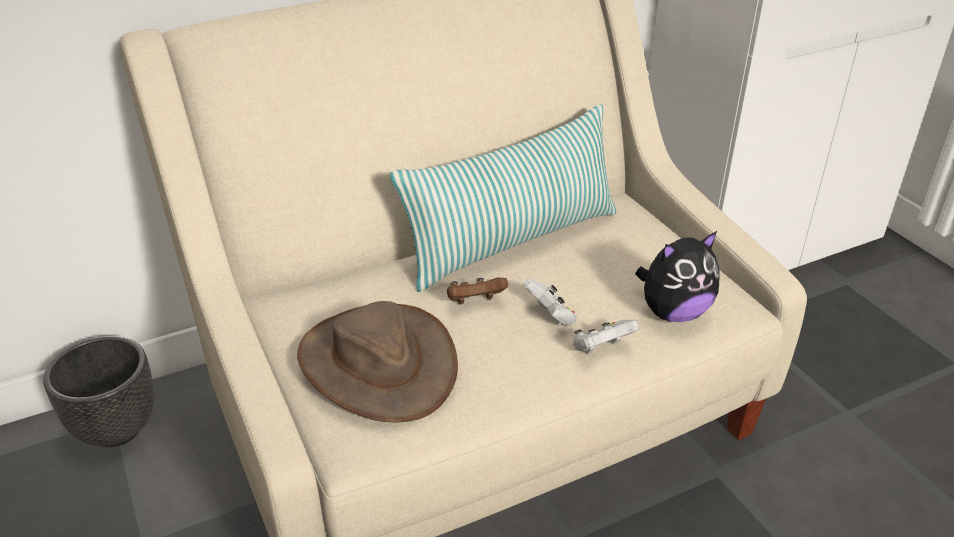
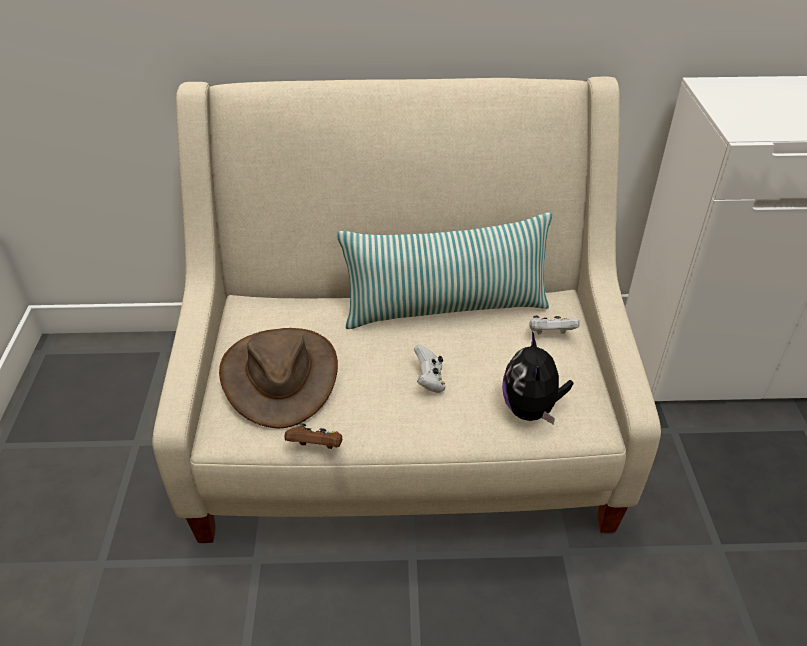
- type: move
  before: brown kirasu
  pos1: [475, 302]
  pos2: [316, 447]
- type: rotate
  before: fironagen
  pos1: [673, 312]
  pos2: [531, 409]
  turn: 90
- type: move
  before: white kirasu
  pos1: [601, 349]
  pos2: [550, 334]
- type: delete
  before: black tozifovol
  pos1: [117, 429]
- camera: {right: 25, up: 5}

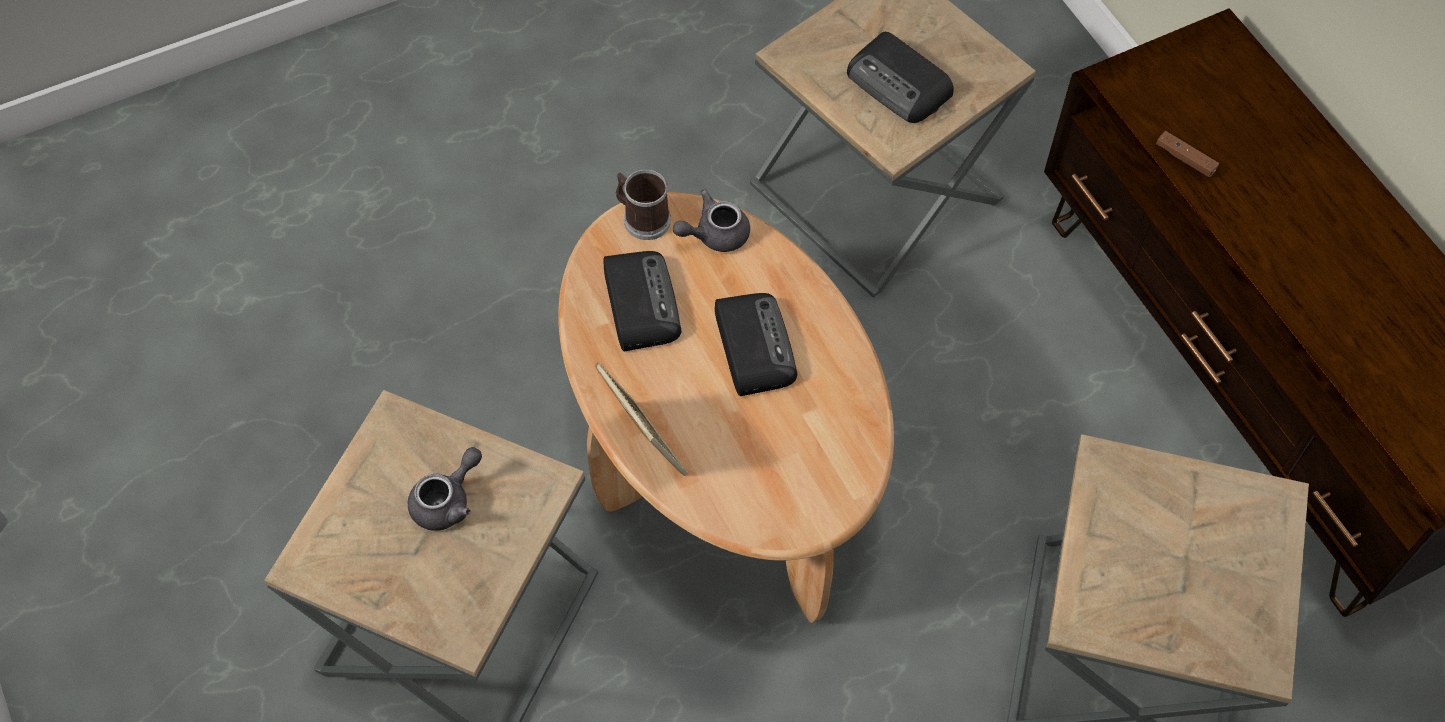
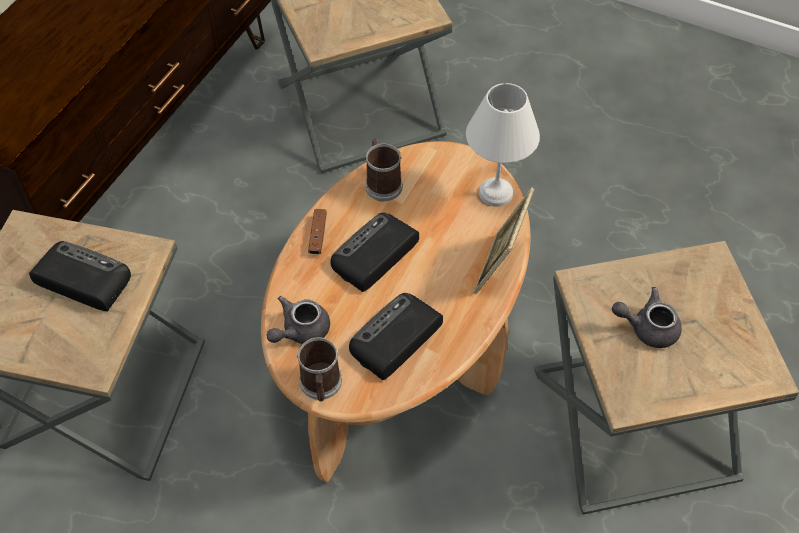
- type: rotate
  before: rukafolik
  pos1: [900, 85]
  pos2: [81, 279]
  turn: -75
- type: rotate
  before: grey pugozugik
  pos1: [714, 234]
  pos2: [300, 331]
  turn: 105
- type: move
  before: brown kirasu
  pos1: [1185, 159]
  pos2: [318, 235]
- type: insert
  after: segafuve
  pos2: [382, 183]
- type: insert
  after: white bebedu
  pos2: [495, 194]
- camera: {right: -125, up: -5}

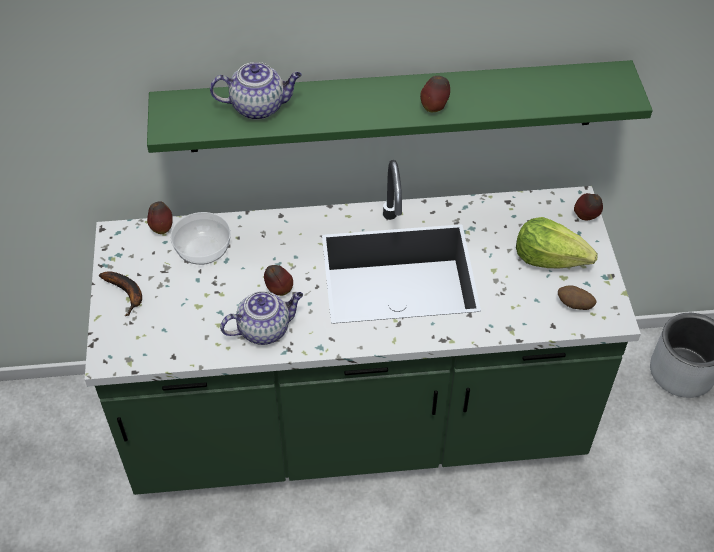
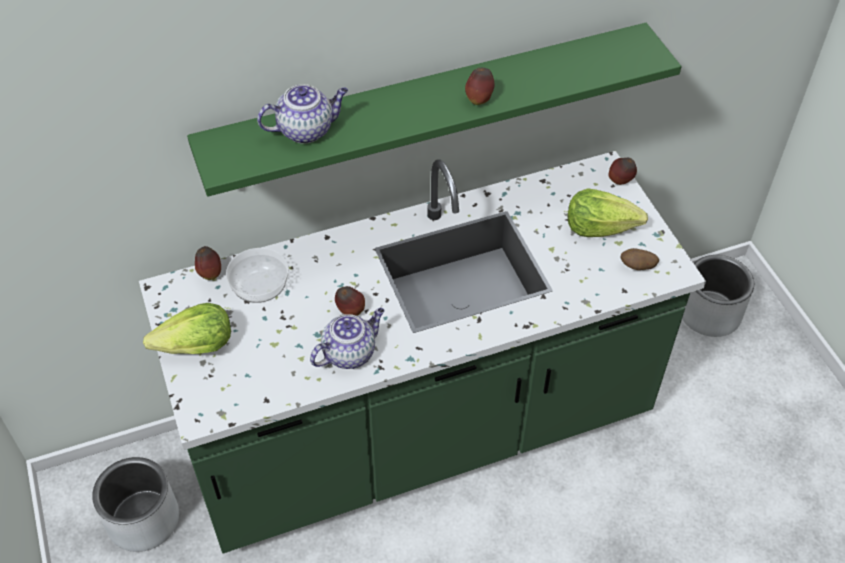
- type: insert
  after: grey tozifovol
  pos2: [143, 520]
- type: replace
  before: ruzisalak
  after: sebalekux
  pos1: [127, 293]
  pos2: [196, 347]
- camera: {right: -15, up: 0}

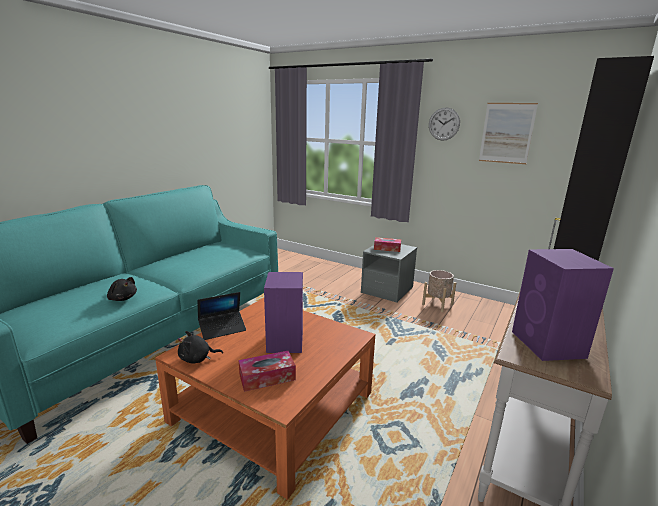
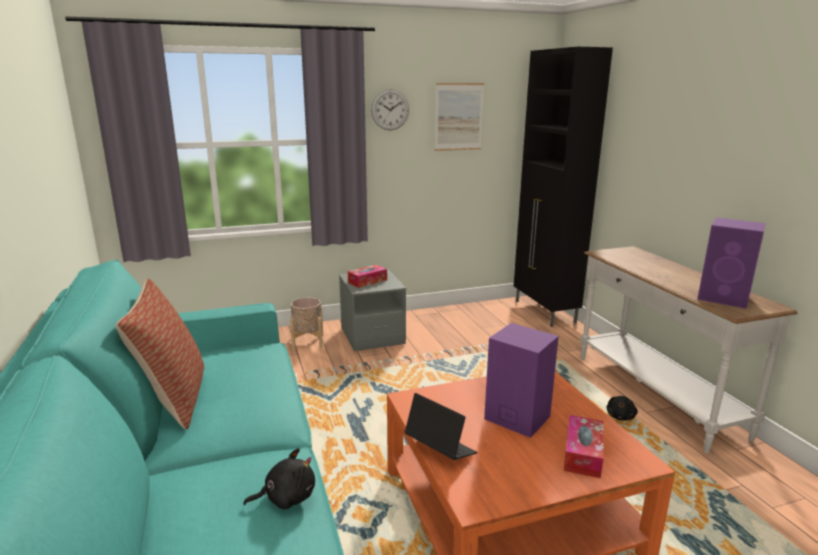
- type: insert
  after: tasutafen
  pos2: [174, 398]
- type: move
  before: beige tozifovol
  pos1: [437, 304]
  pos2: [308, 341]
- type: rotate
  before: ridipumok
  pos1: [222, 329]
  pos2: [440, 449]
  turn: -60
- type: move
  before: black fironagen
  pos1: [197, 359]
  pos2: [620, 416]
- camera: {right: -50, up: 0}

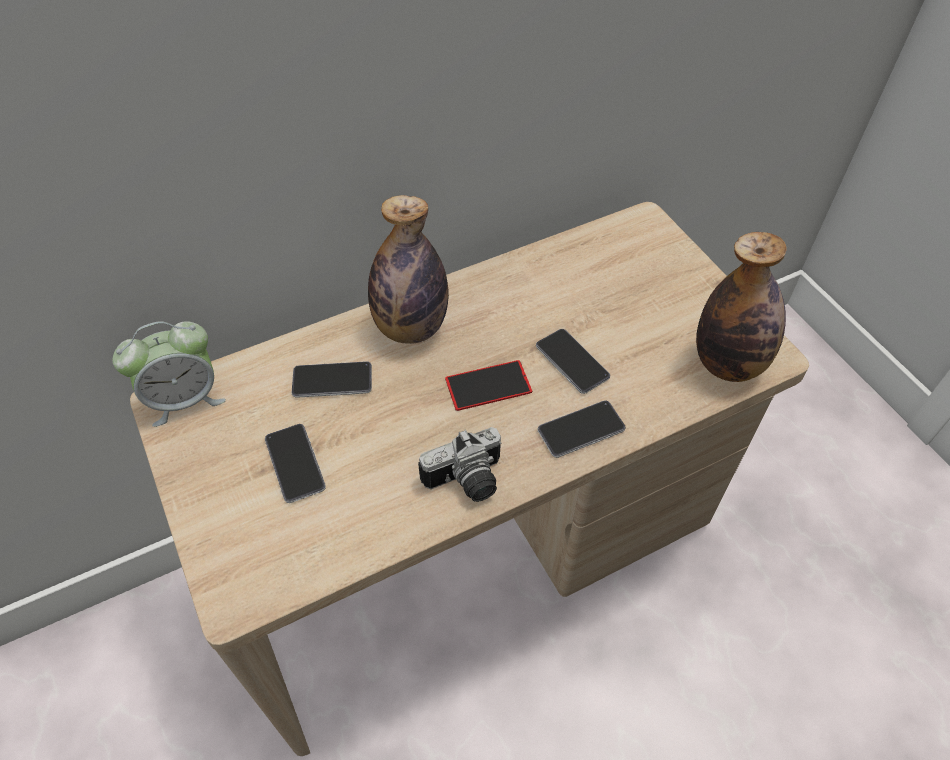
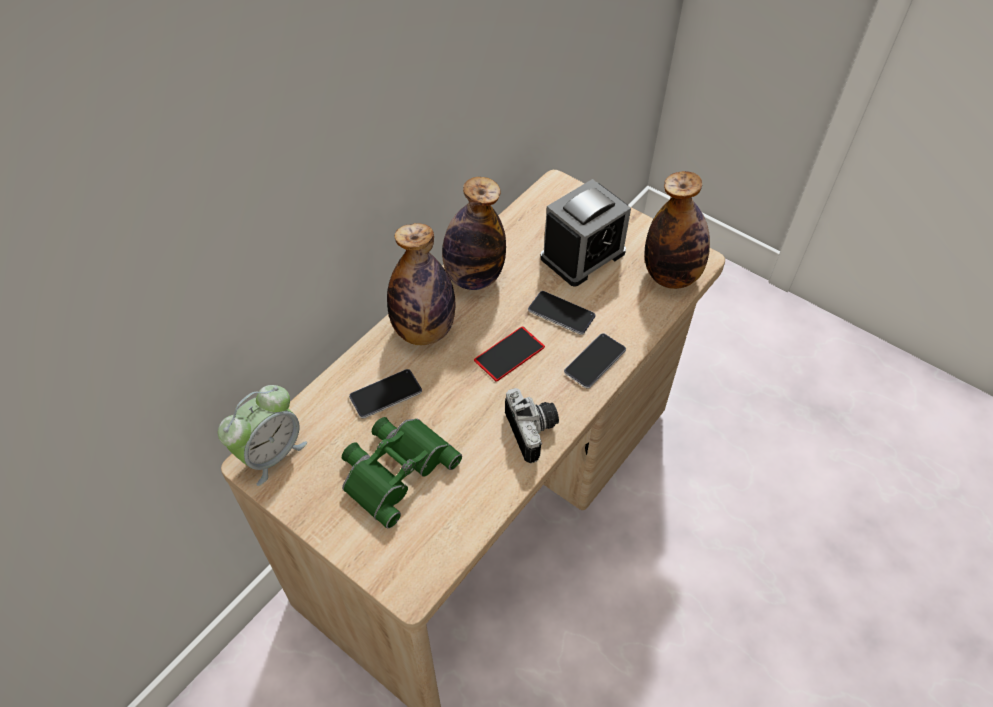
- type: replace
  before: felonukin
  after: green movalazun
  pos1: [295, 463]
  pos2: [395, 468]
- type: insert
  after: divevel
  pos2: [473, 277]
- type: rotate
  before: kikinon
  pos1: [467, 482]
  pos2: [534, 431]
  turn: -60
- type: insert
  after: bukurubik
  pos2: [582, 255]
- camera: {right: -25, up: 0}

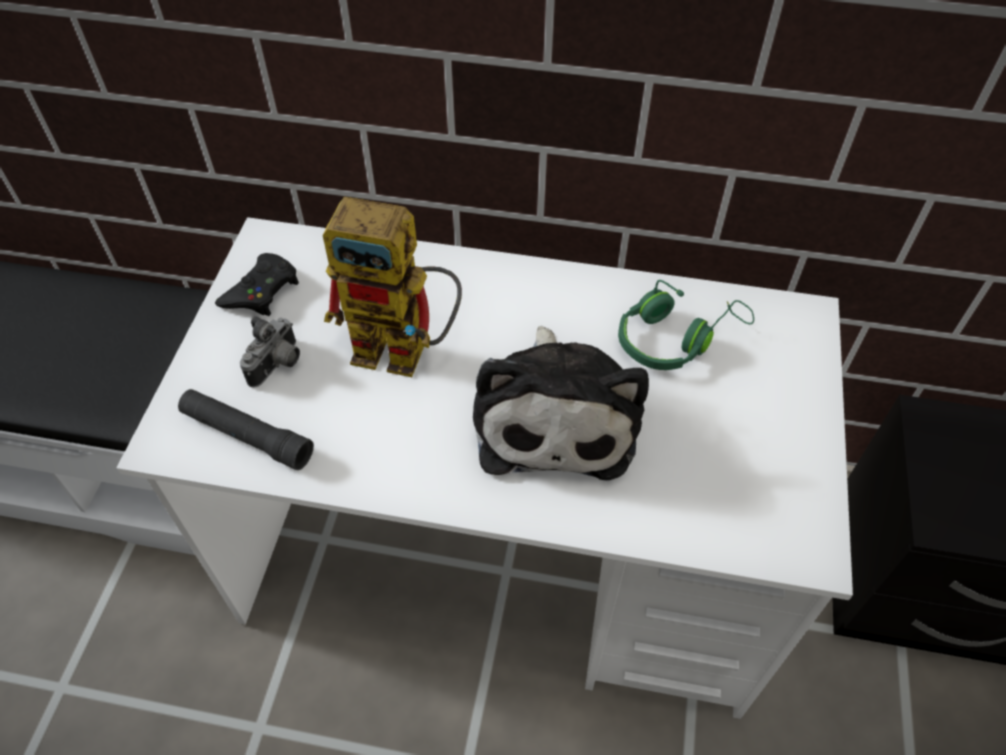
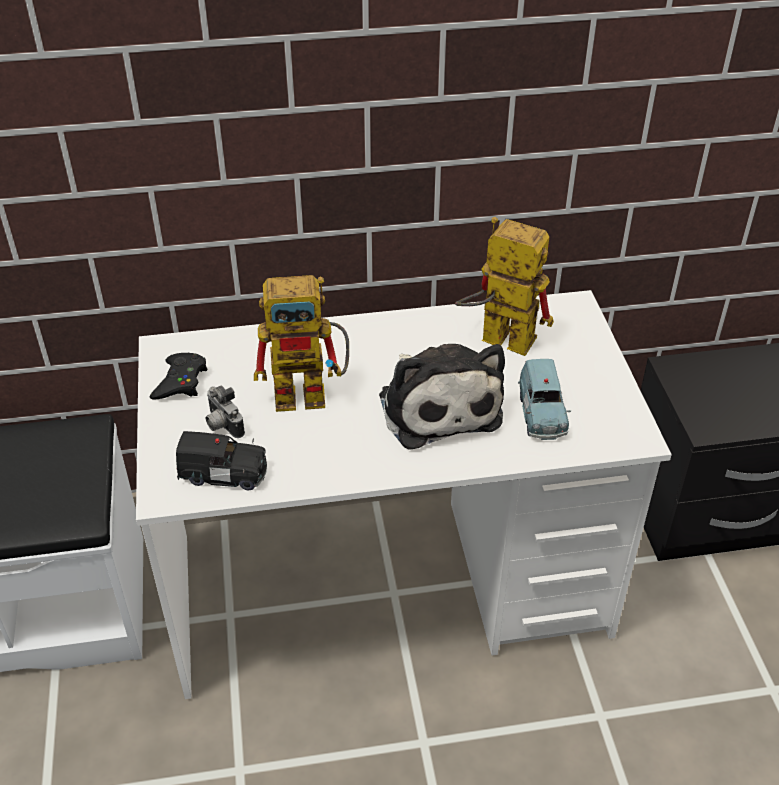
- type: replace
  before: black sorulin
  after: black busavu
  pos1: [247, 436]
  pos2: [224, 474]
- type: rotate
  before: kikinon
  pos1: [278, 365]
  pos2: [222, 425]
  turn: 135
- type: replace
  before: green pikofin
  after: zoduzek
  pos1: [675, 338]
  pos2: [495, 339]
- type: insert
  after: blue busavu
  pos2: [541, 414]
- camera: {right: -20, up: -10}

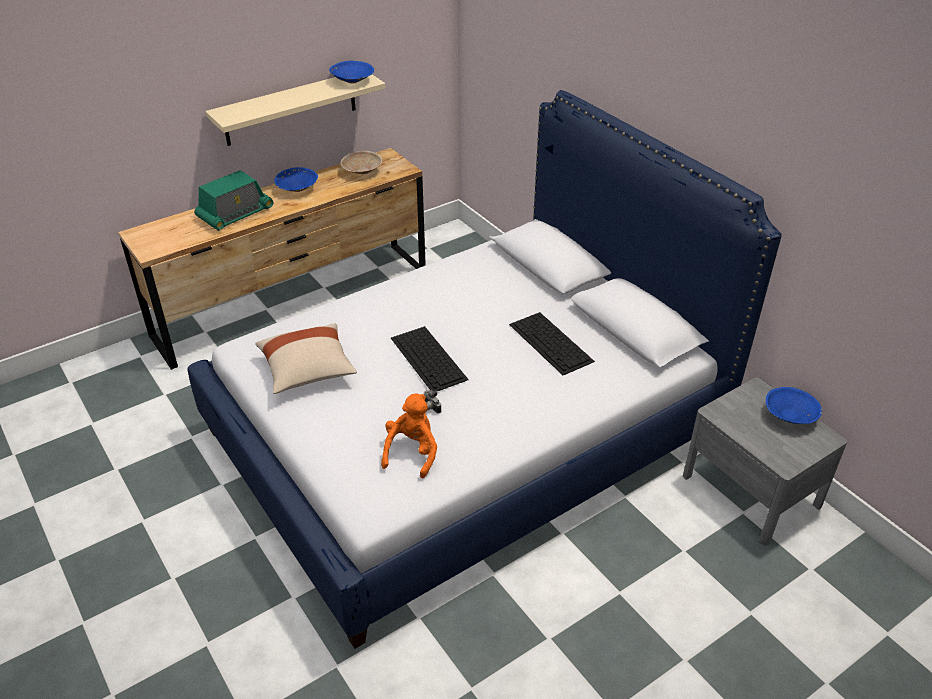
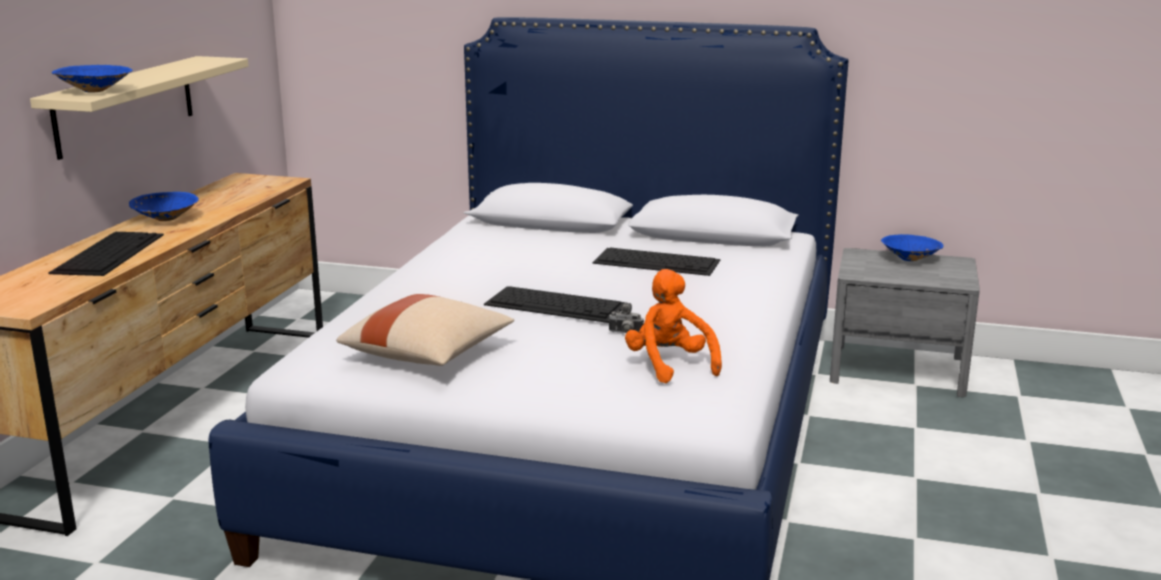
- type: replace
  before: rukafolik
  after: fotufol
  pos1: [235, 214]
  pos2: [109, 253]
- type: move
  before: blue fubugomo
  pos1: [353, 81]
  pos2: [96, 91]
- type: delete
  before: beige fubugomo
  pos1: [361, 172]
- camera: {right: -40, up: -20}

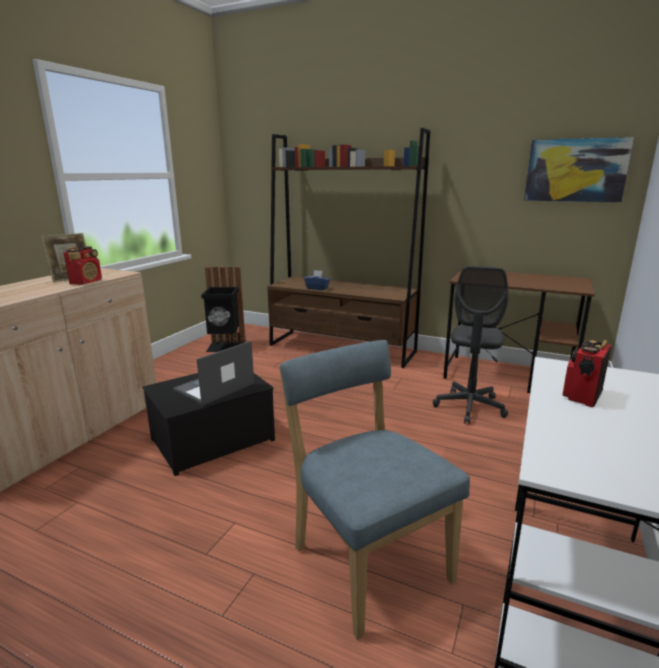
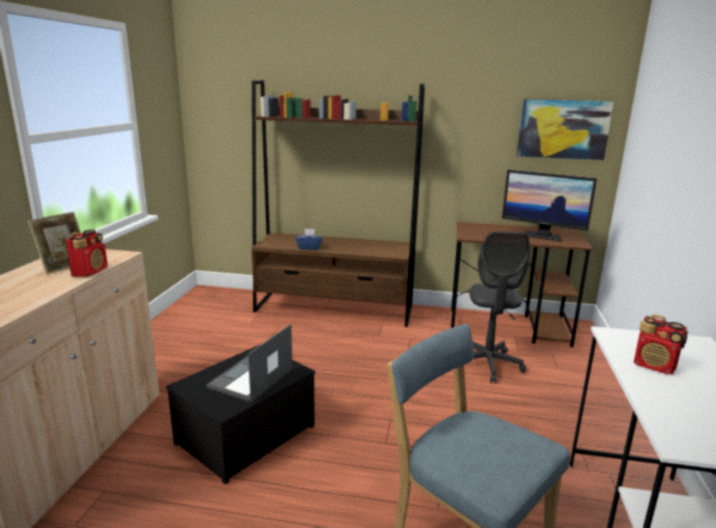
- type: insert
  after: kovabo
  pos2: [542, 235]
- type: rotate
  before: rukafolik
  pos1: [582, 396]
  pos2: [654, 366]
  turn: -75
- type: delete
  before: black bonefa
  pos1: [226, 347]
- camera: {right: -15, up: 0}

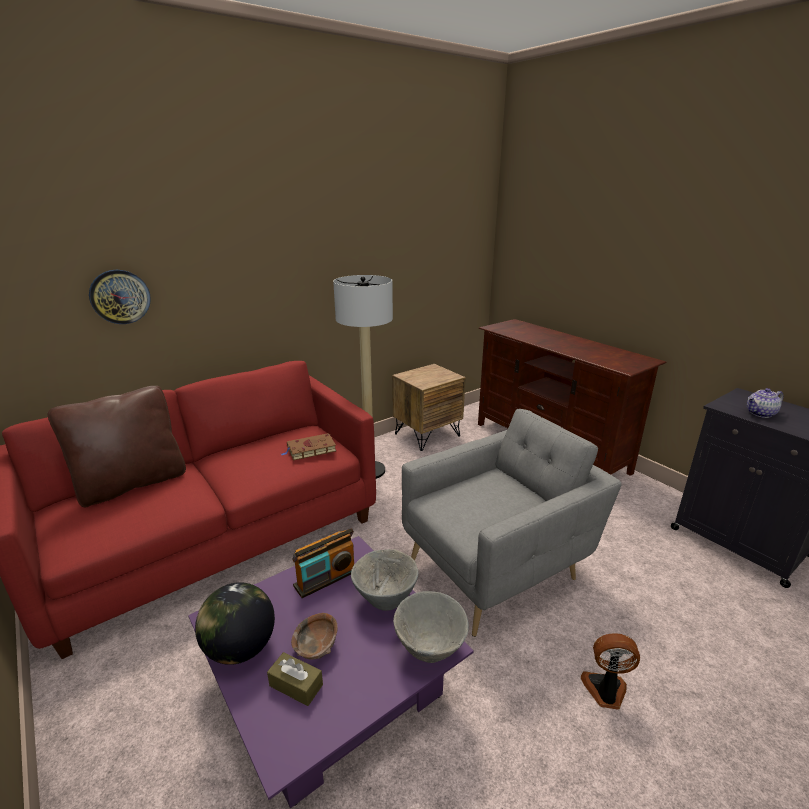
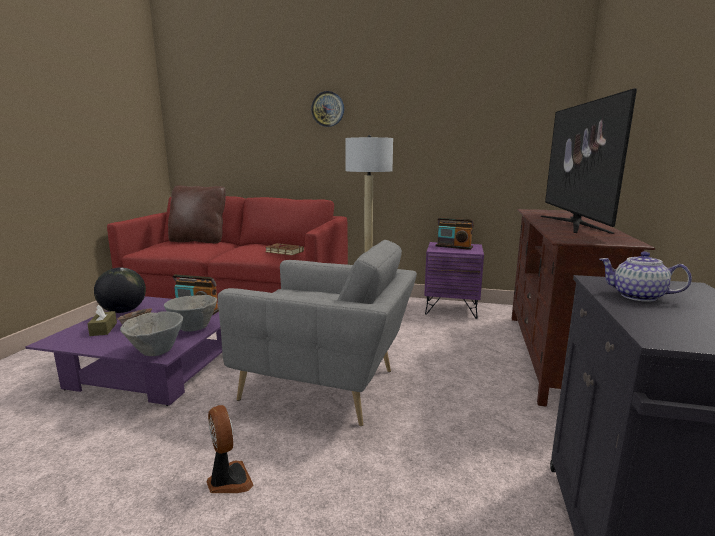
- type: move
  before: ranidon
  pos1: [120, 296]
  pos2: [328, 109]
- type: recolor
  before: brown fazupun
  after: purple fazupun
  pos1: [427, 435]
  pos2: [451, 309]
- type: insert
  after: rukafolik
  pos2: [454, 247]
- type: insert
  after: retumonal
  pos2: [573, 224]
- camera: {right: 50, up: -10}

